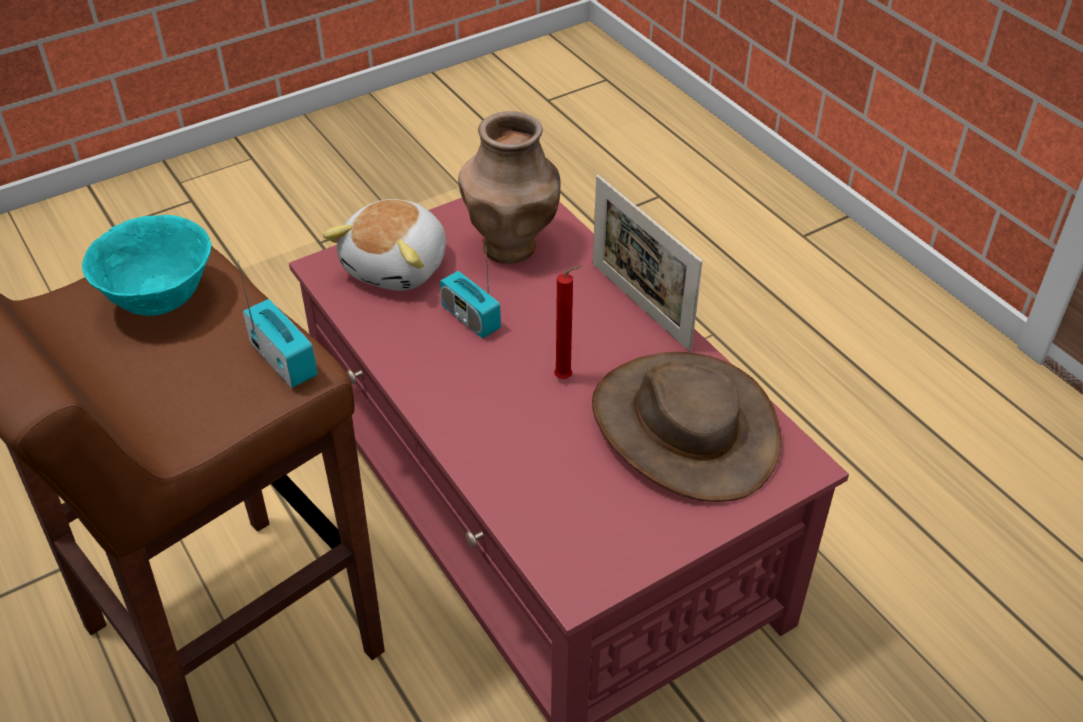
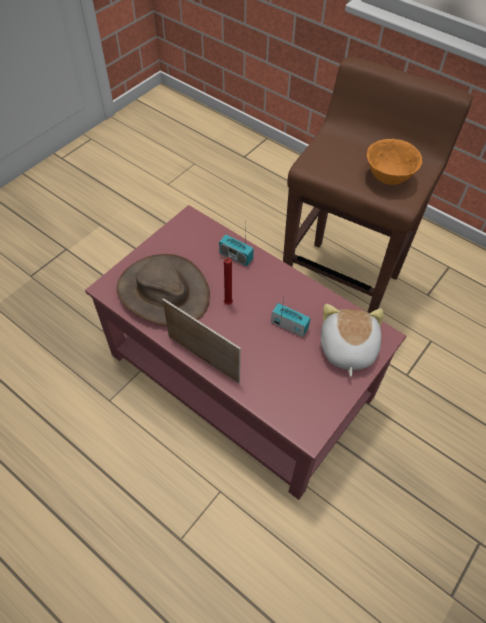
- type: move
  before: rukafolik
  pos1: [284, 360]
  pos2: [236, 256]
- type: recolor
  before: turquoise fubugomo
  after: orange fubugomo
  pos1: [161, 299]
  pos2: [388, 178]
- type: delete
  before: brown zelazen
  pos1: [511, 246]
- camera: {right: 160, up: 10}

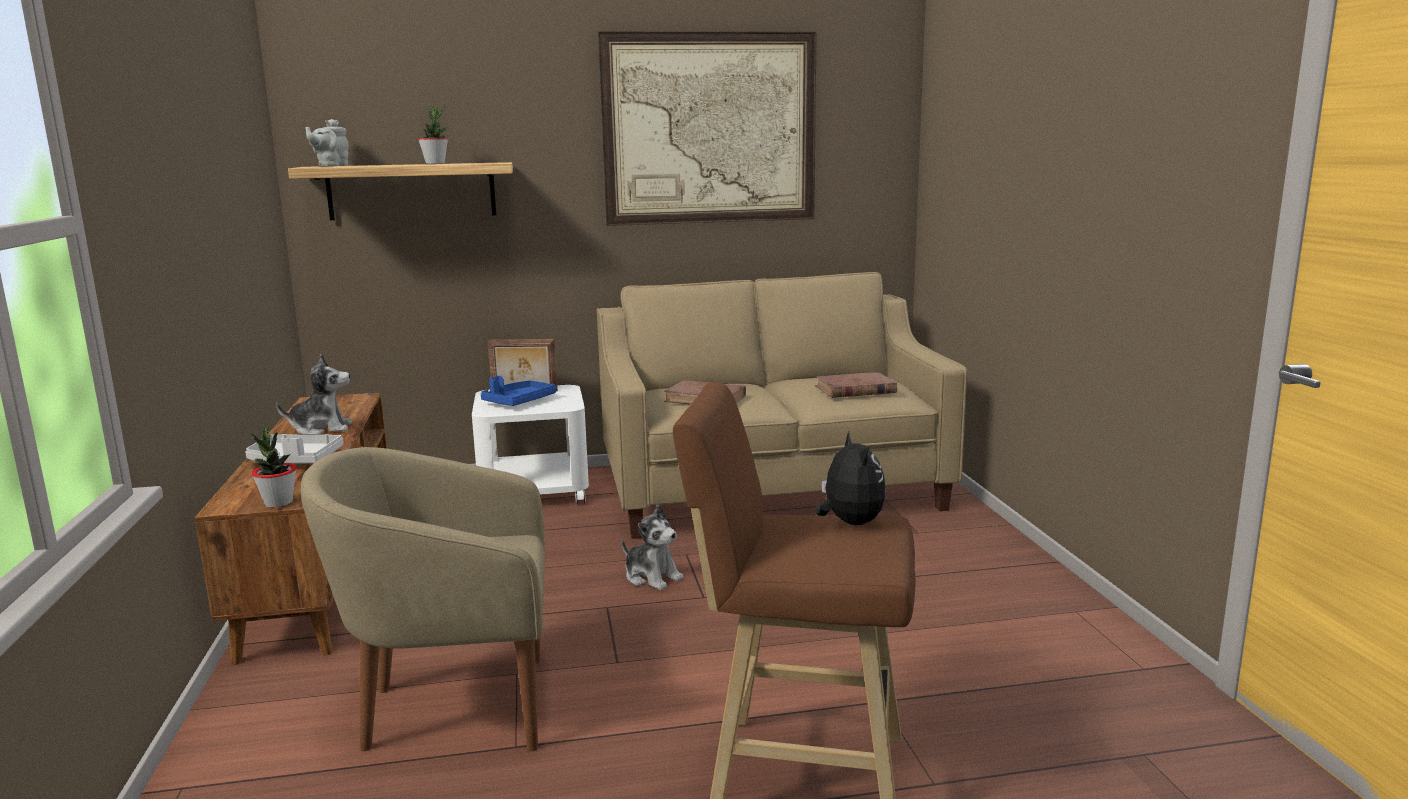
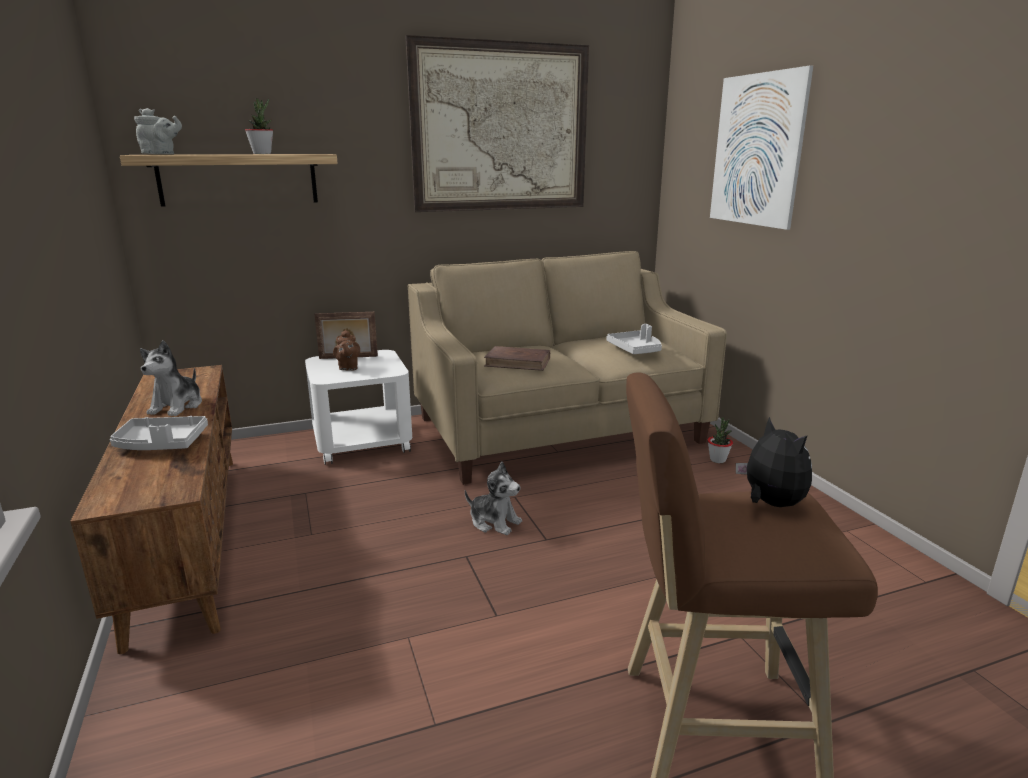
- type: rotate
  before: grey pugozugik
  pos1: [331, 166]
  pos2: [161, 154]
  turn: -105
- type: rotate
  before: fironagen
  pos1: [321, 429]
  pos2: [177, 406]
  turn: 120
- type: replace
  before: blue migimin
  after: brown pugozugik
  pos1: [519, 402]
  pos2: [348, 368]
- type: replace
  before: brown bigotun
  after: grey migimin
  pos1: [855, 390]
  pos2: [635, 350]
- type: move
  before: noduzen
  pos1: [278, 503]
  pos2: [718, 460]
- type: insert
  after: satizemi
  pos2: [757, 150]
- type: delete
  before: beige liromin
  pos1: [452, 709]
- camera: {right: -10, up: 5}

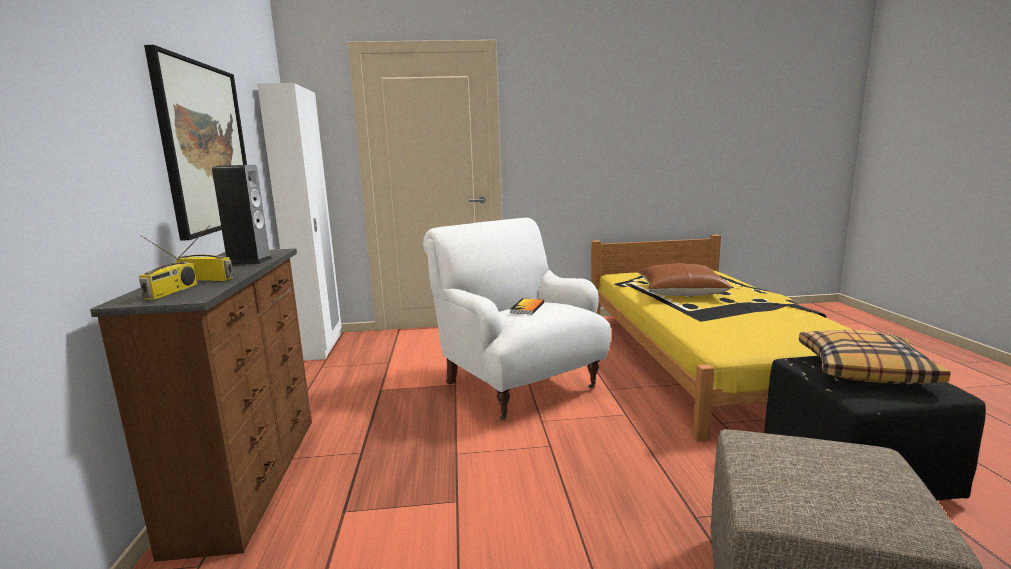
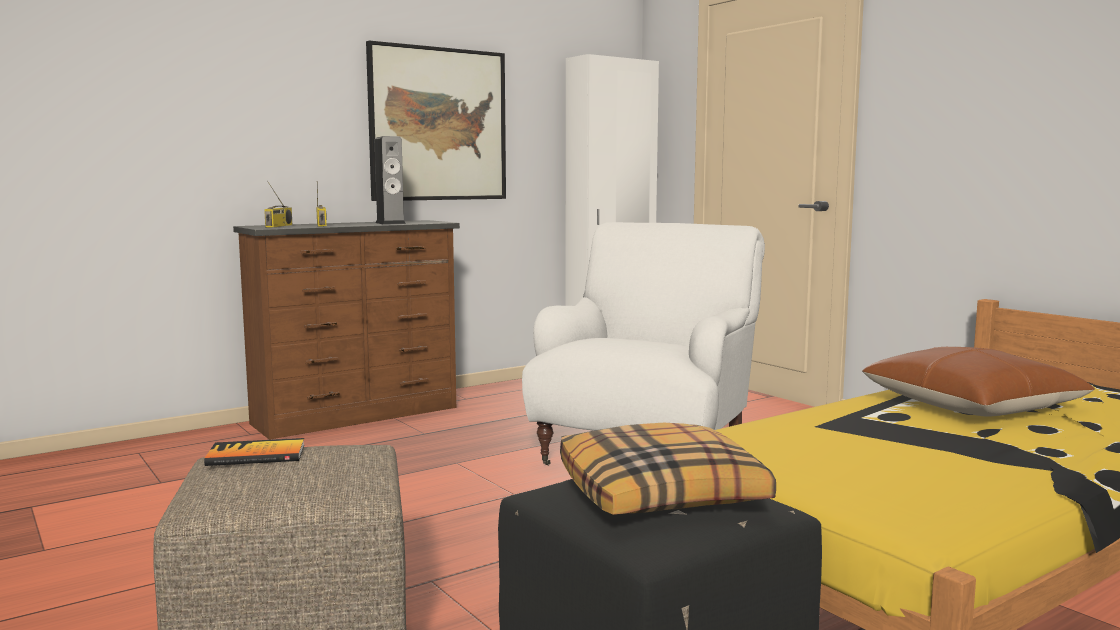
- type: move
  before: bigotun
  pos1: [527, 307]
  pos2: [256, 455]
- type: rotate
  before: rukafolik
  pos1: [171, 292]
  pos2: [279, 226]
  turn: -60
- camera: {right: 60, up: -5}

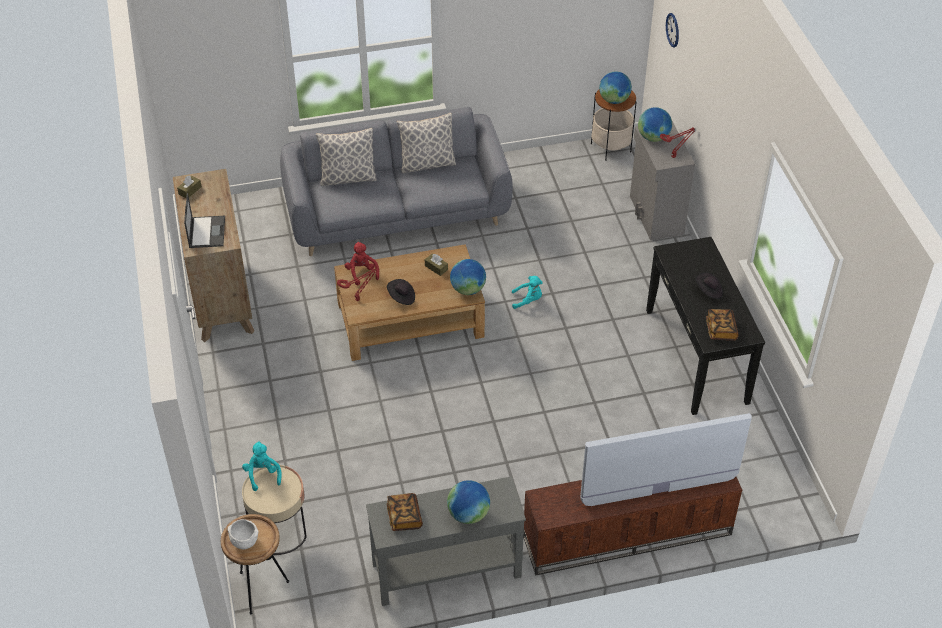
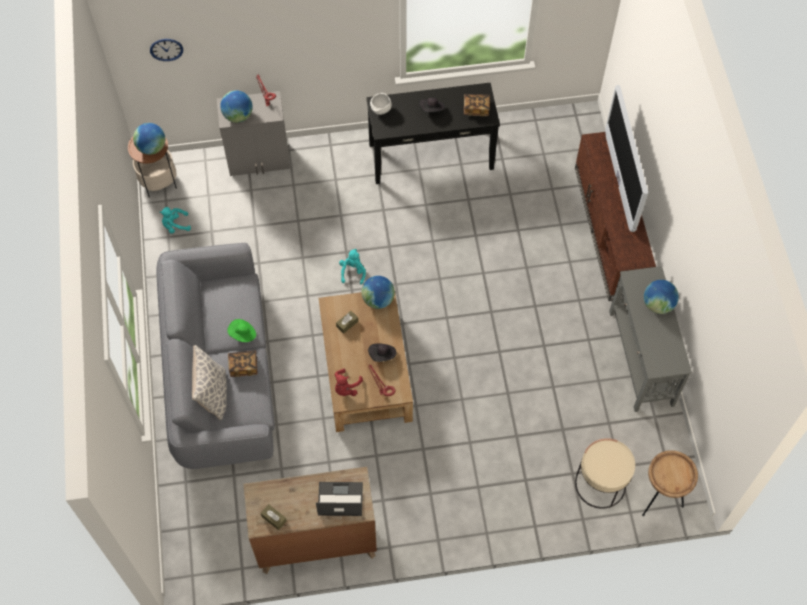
- type: move
  before: turquoise fironagen
  pos1: [262, 474]
  pos2: [175, 225]
- type: insert
  after: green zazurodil
  pos2: [243, 334]
- type: move
  before: bigotun
  pos1: [404, 517]
  pos2: [243, 366]
- type: rotate
  before: red fironagen
  pos1: [362, 273]
  pos2: [346, 388]
  turn: -45
- type: move
  before: white fubugomo
  pos1: [244, 541]
  pos2: [381, 110]
- type: delete
  before: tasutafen
  pos1: [427, 164]
- camera: {right: -85, up: 15}

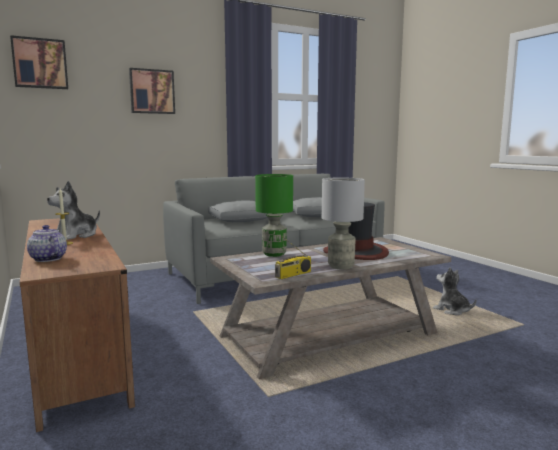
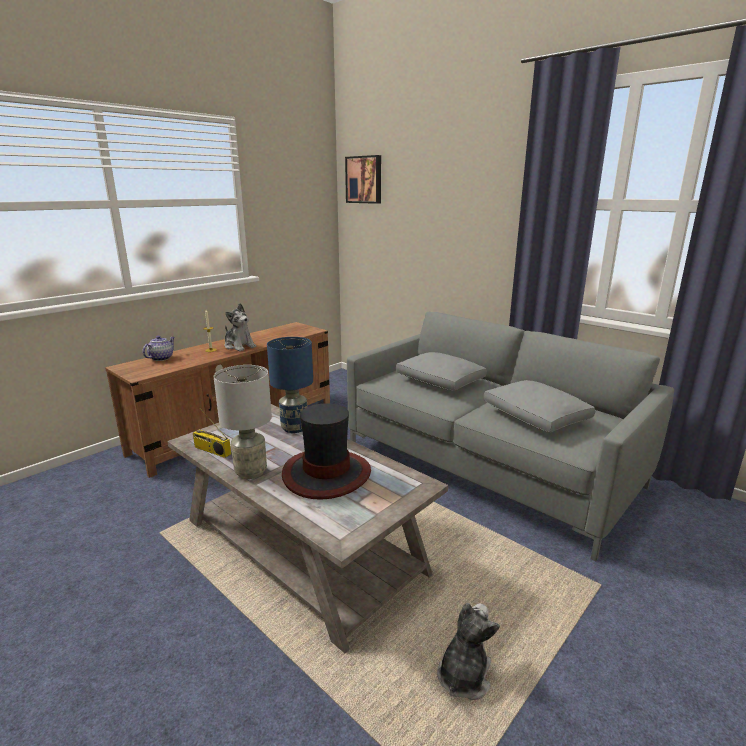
- type: rotate
  before: fironagen
  pos1: [76, 235]
  pos2: [239, 346]
  turn: -150
- type: recolor
  before: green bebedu
  after: blue bebedu
  pos1: [274, 254]
  pos2: [295, 428]
- type: delete
  before: satizemi
  pos1: [152, 91]
- camera: {right: 70, up: 10}

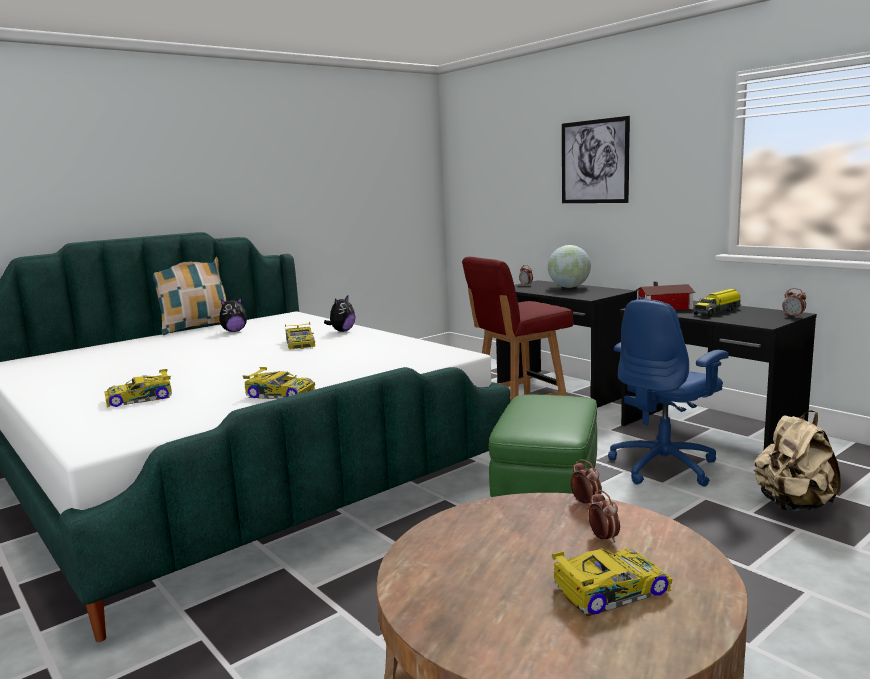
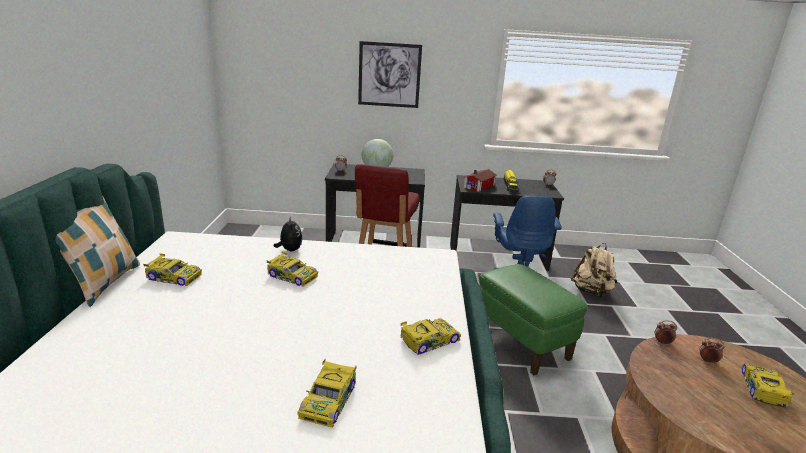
- type: replace
  before: fironagen
  after: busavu
  pos1: [234, 331]
  pos2: [173, 277]
- camera: {right: -50, up: 10}

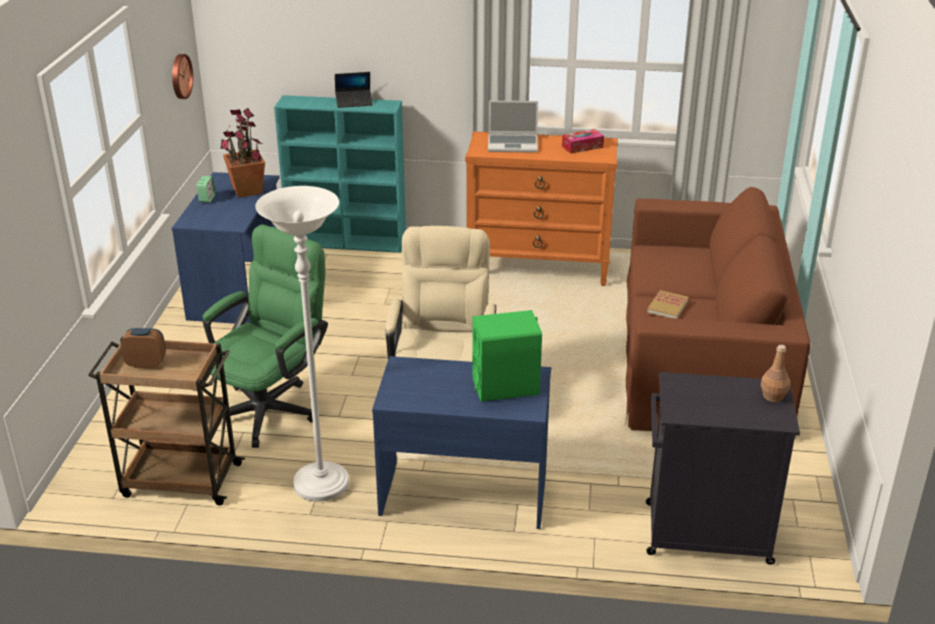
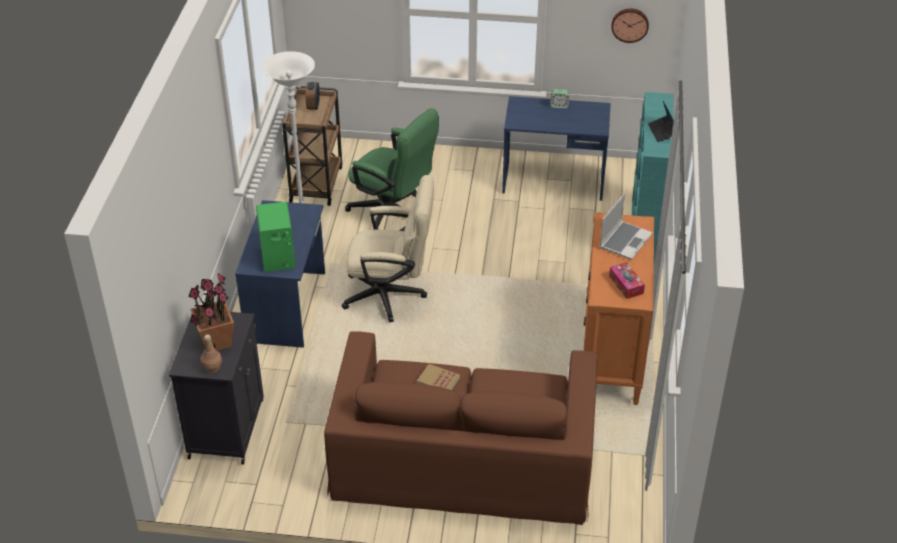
- type: move
  before: noduzen
  pos1: [247, 191]
  pos2: [215, 341]
- type: rotate
  before: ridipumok
  pos1: [513, 144]
  pos2: [625, 241]
  turn: -150
- camera: {right: 90, up: 10}

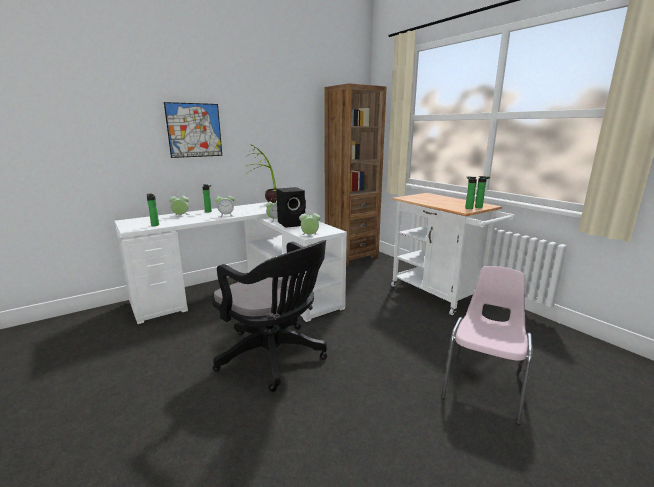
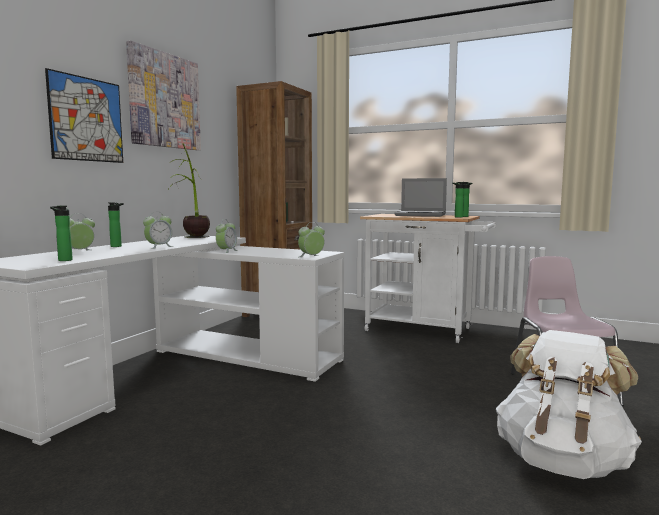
- type: insert
  after: satizemi
  pos2: [164, 100]
- type: insert
  after: ridipumok
  pos2: [421, 215]
- type: insert
  after: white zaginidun
  pos2: [562, 461]
- type: delete
  before: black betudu
  pos1: [275, 357]
- type: delete
  before: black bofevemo
  pos1: [292, 223]
- camera: {right: -30, up: -10}

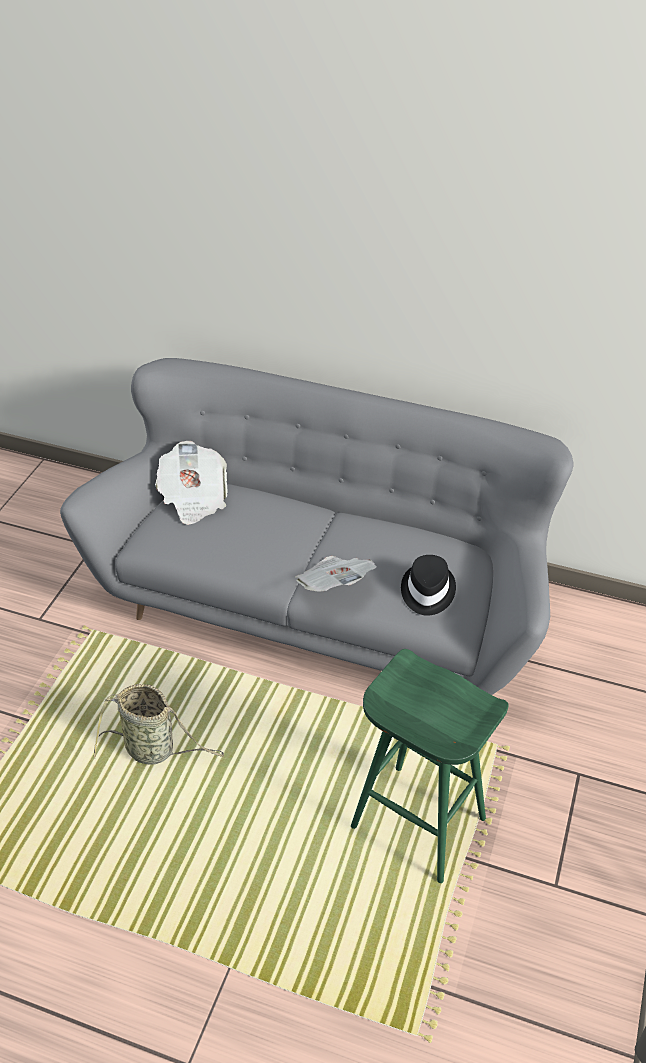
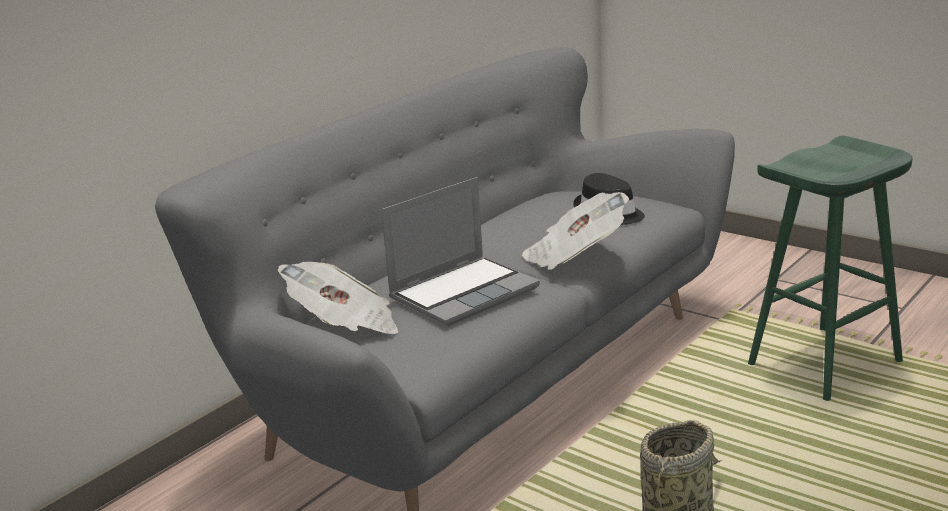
- type: insert
  after: ridipumok
  pos2: [464, 292]
- camera: {right: -70, up: -20}

